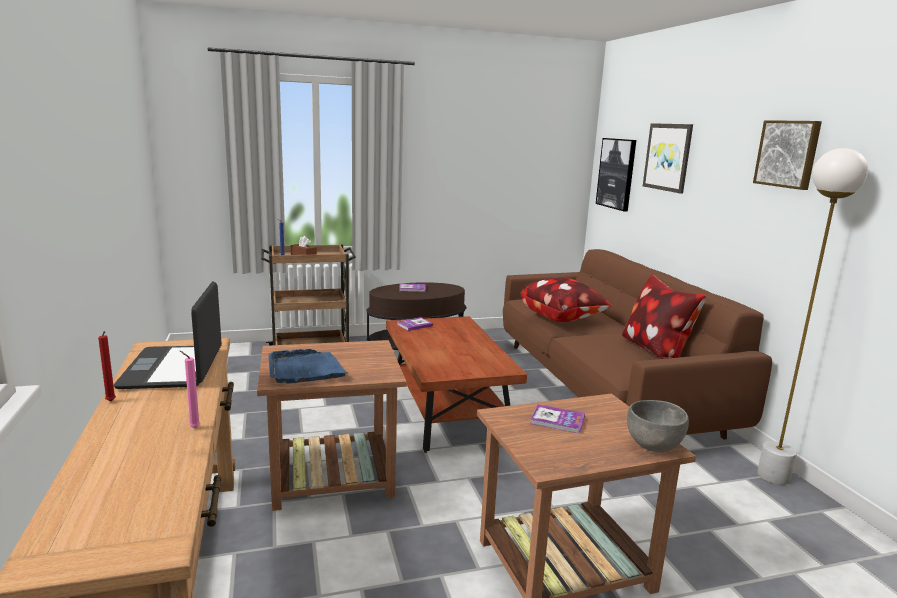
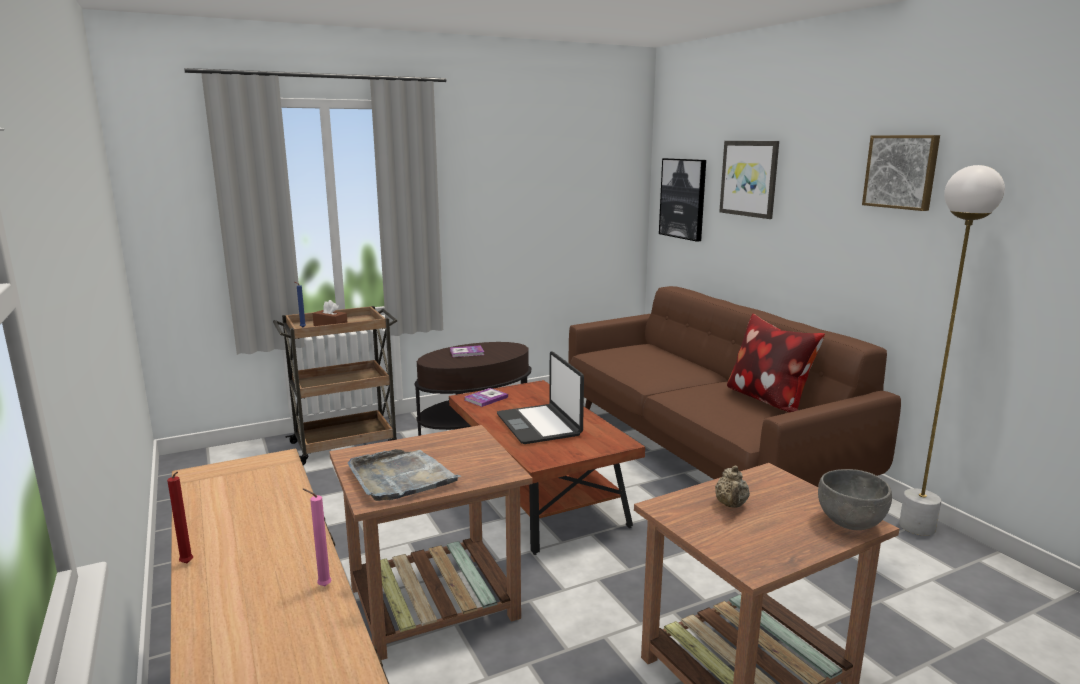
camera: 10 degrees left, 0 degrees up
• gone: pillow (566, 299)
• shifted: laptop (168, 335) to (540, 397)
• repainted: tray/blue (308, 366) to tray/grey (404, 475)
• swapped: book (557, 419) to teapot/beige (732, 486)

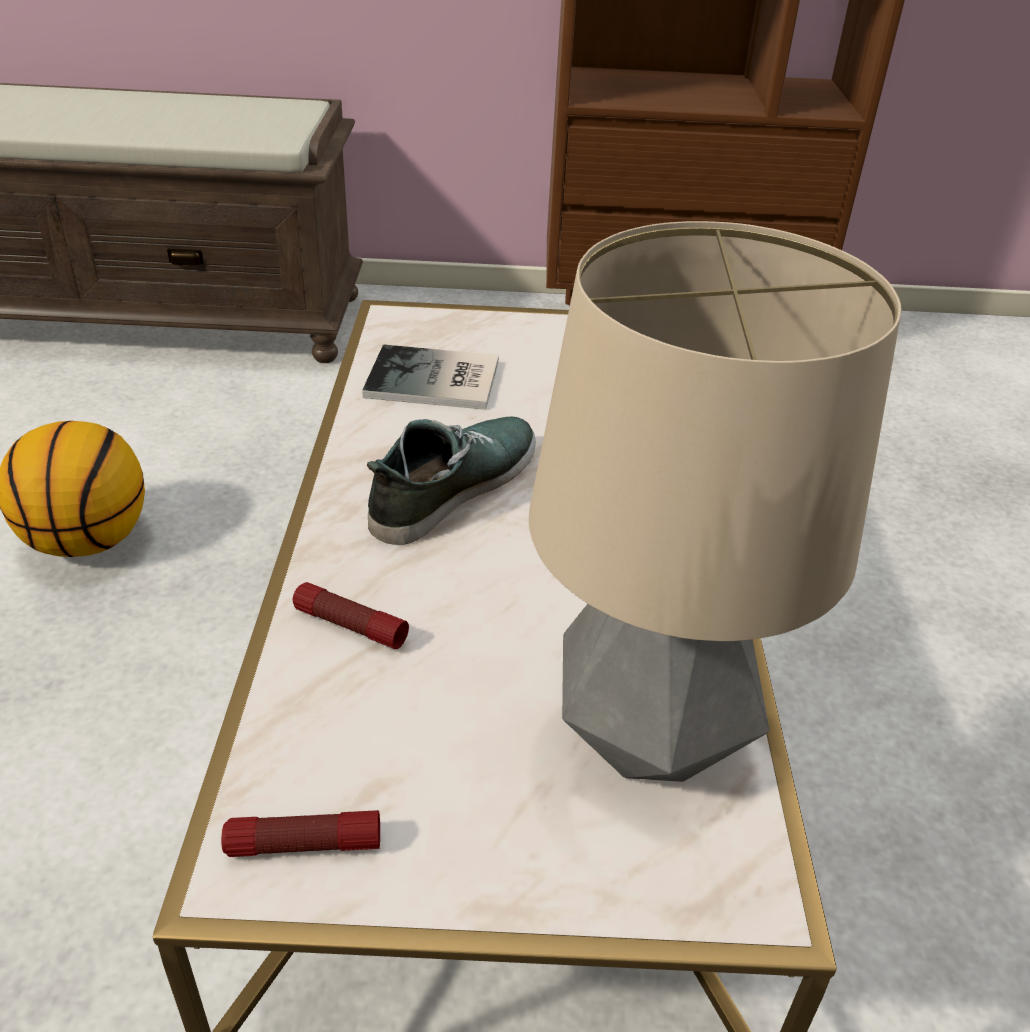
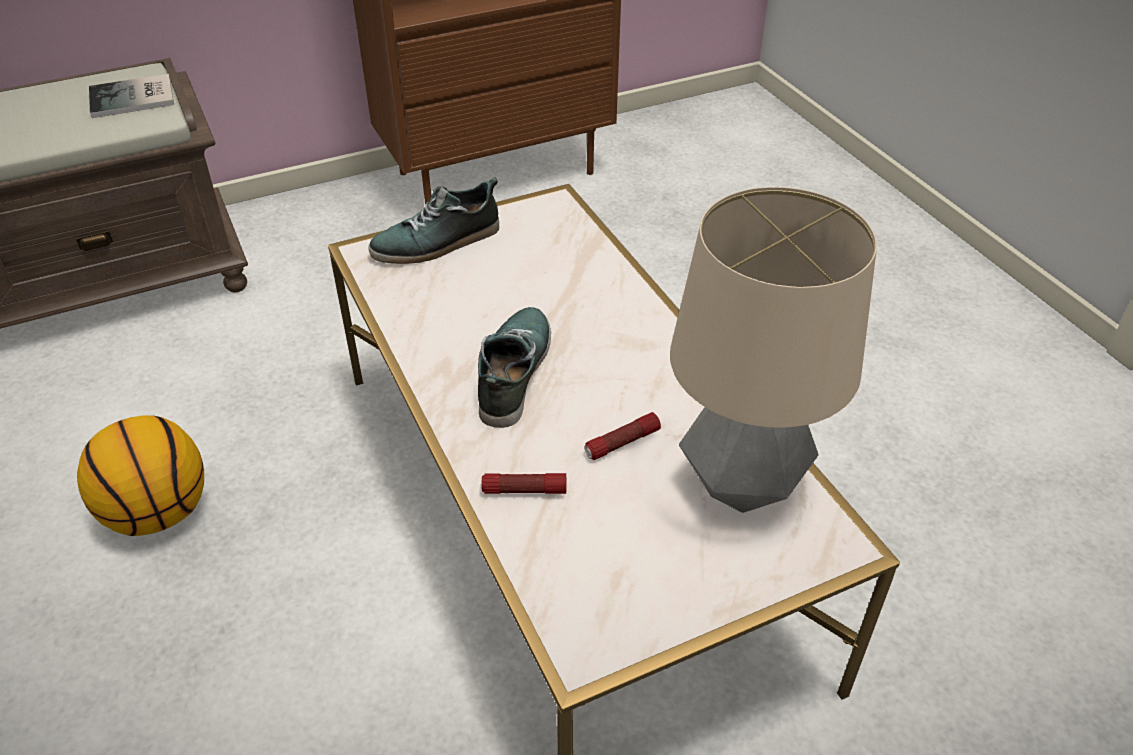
camera: 25 degrees left, 5 degrees up
• shifted: book (430, 377) to (131, 96)
• shifted: flashlight (300, 833) to (622, 436)
• new: shoe (433, 220)

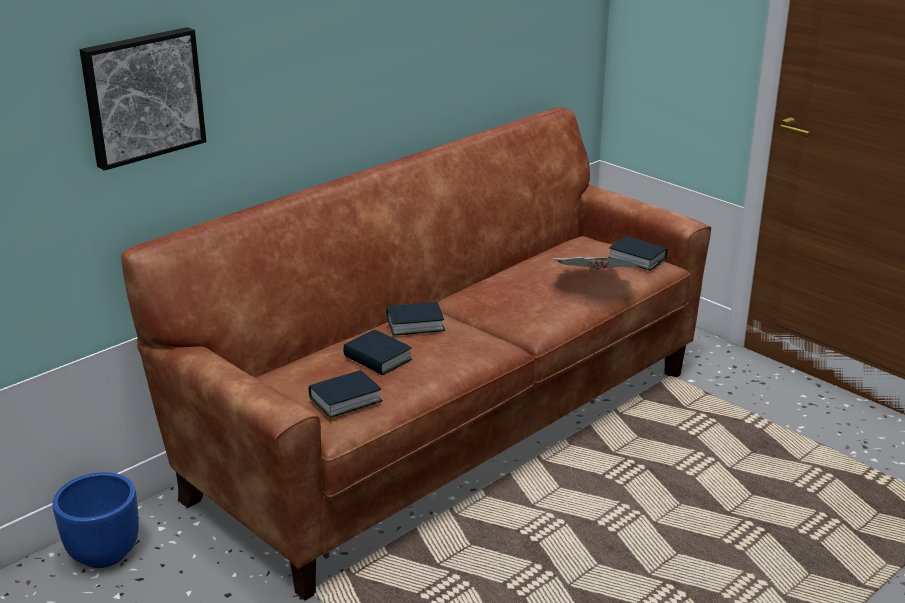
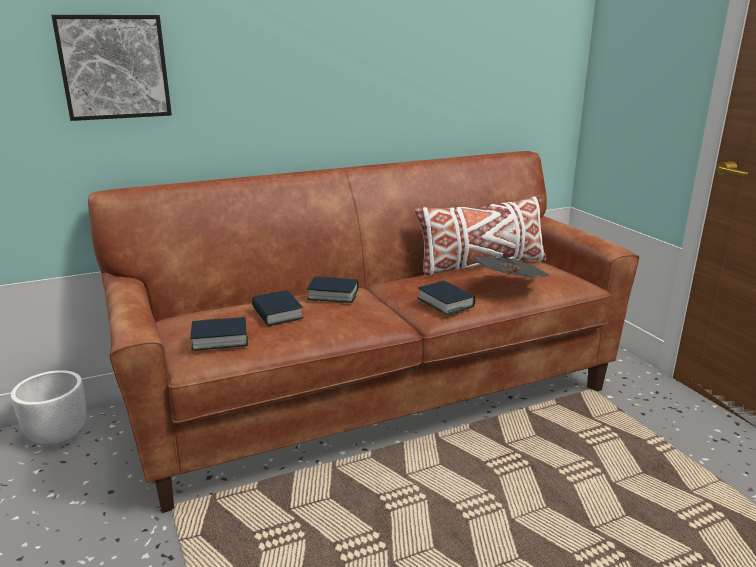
camera: 20 degrees right, 5 degrees down
• shifted: book (637, 253) to (446, 298)
• repainted: planter/blue (95, 520) to planter/white (48, 408)
• new: pillow/white (481, 235)

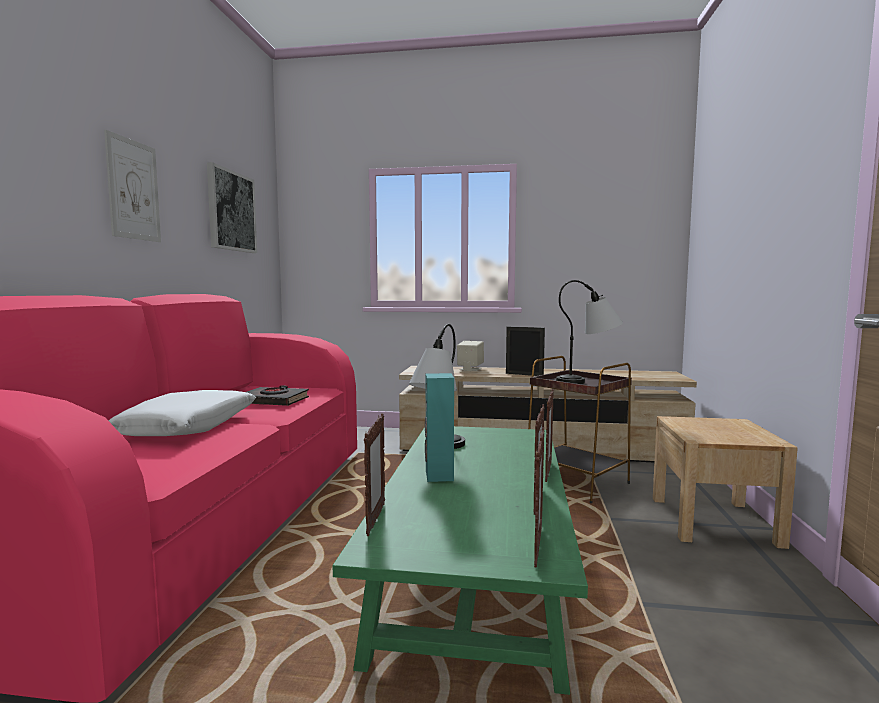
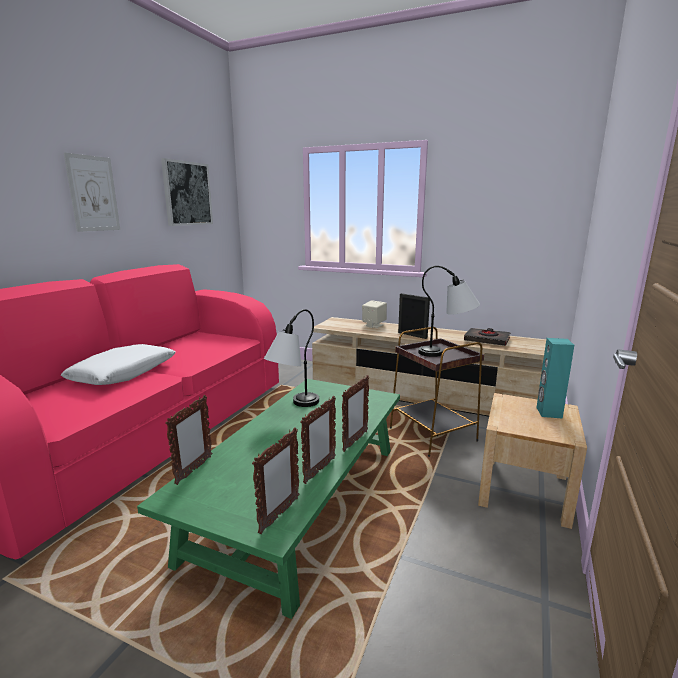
camera: 15 degrees right, 10 degrees up
• shifted: speaker/turquoise (439, 427) to (555, 378)
• shifted: book/black (278, 395) to (487, 337)

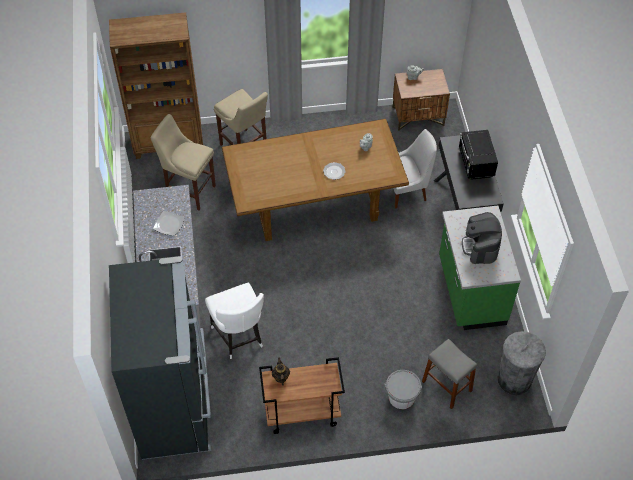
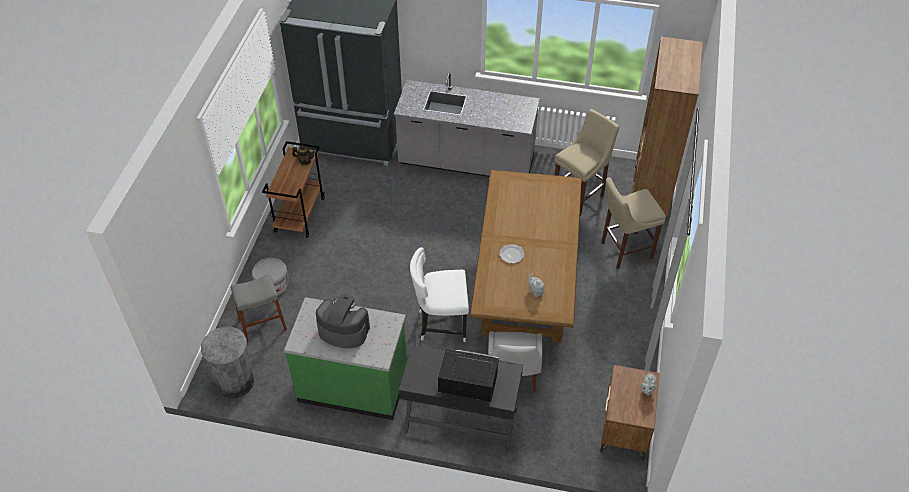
camera: 110 degrees right, 5 degrees down
• gone: plate (169, 223)
• shifted: chair/white (234, 321) to (439, 294)

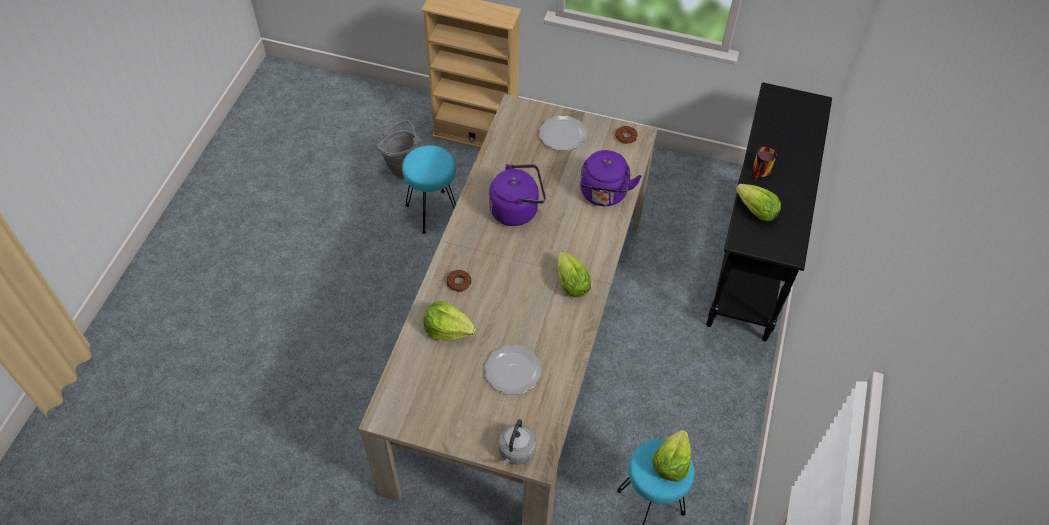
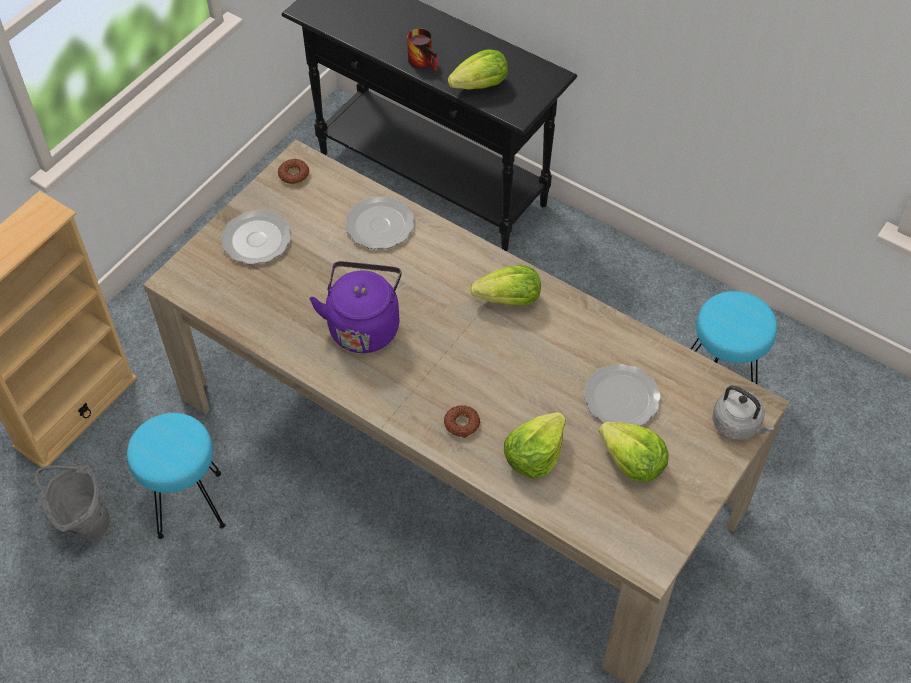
camera: 70 degrees left, 0 degrees up
• swapped: kettle/purple (611, 178) to plate (380, 222)
• shifted: lettuce (671, 456) to (634, 452)

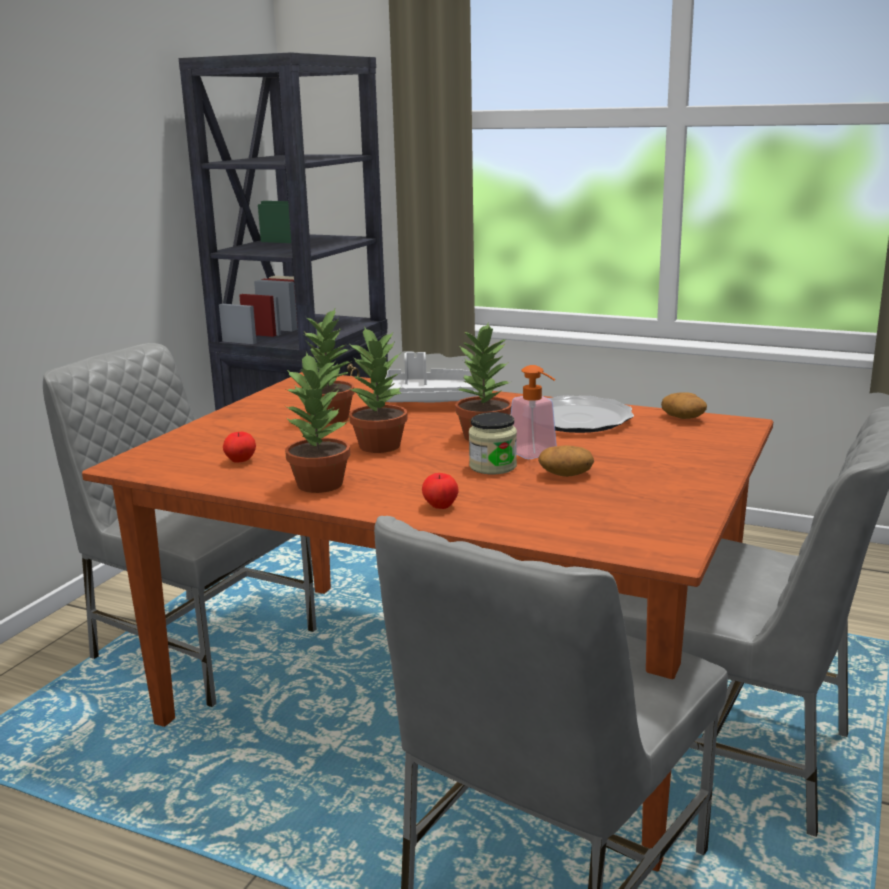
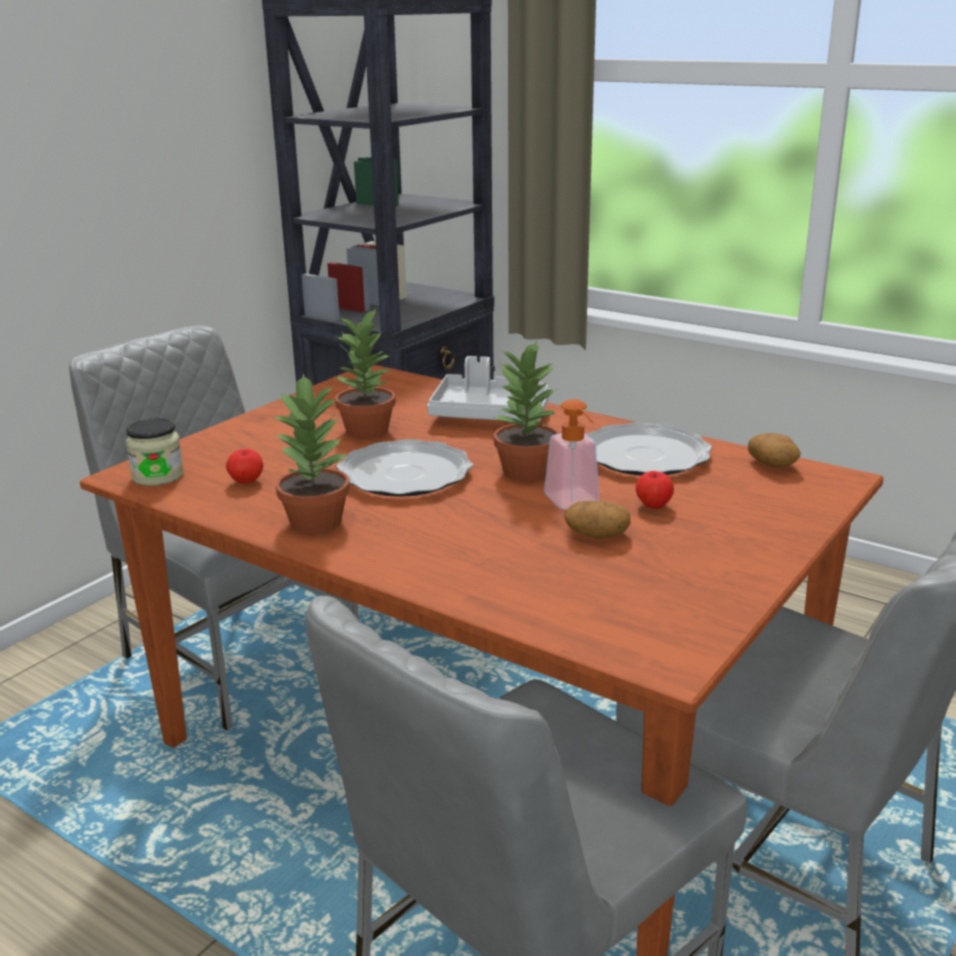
camera: 10 degrees right, 5 degrees up
• swapped: potted plant (378, 389) to plate (404, 468)
• shifted: jar (493, 443) to (155, 452)
• shifted: apple (440, 491) to (655, 490)

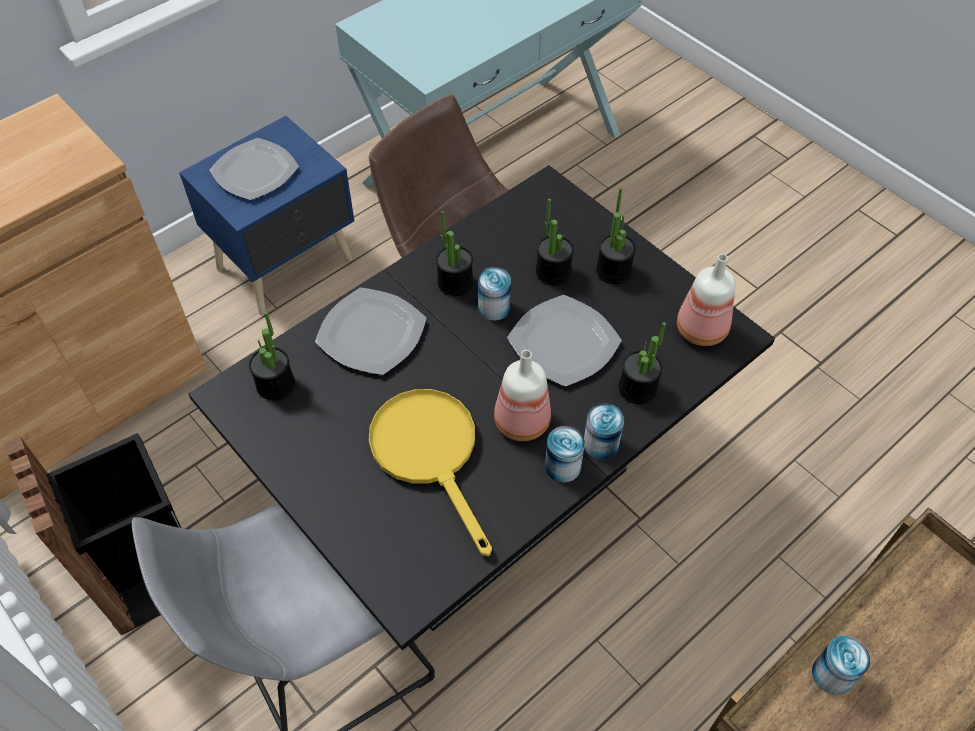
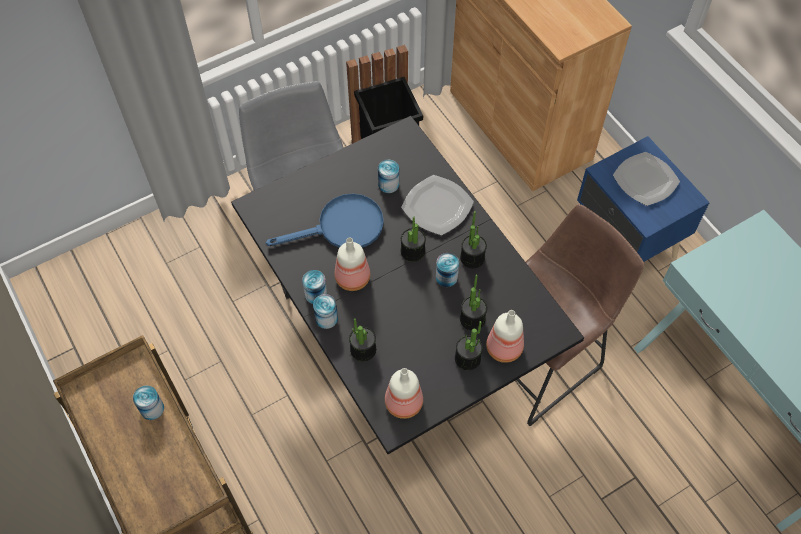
camera: 100 degrees right, 5 degrees up
• gone: plate (564, 341)
• shifted: potted plant (272, 356) to (413, 239)
• repainted: frying pan/yellow (430, 472) to frying pan/blue (325, 220)
• new: can (388, 176)
• new: bottle (505, 336)

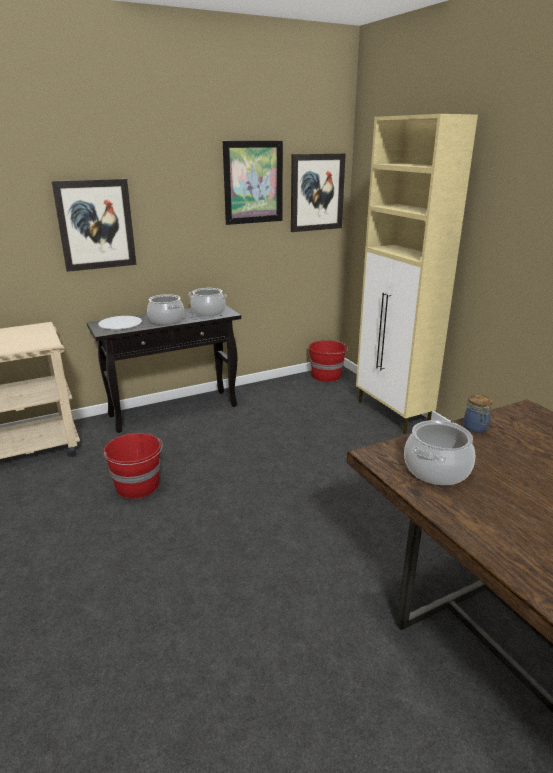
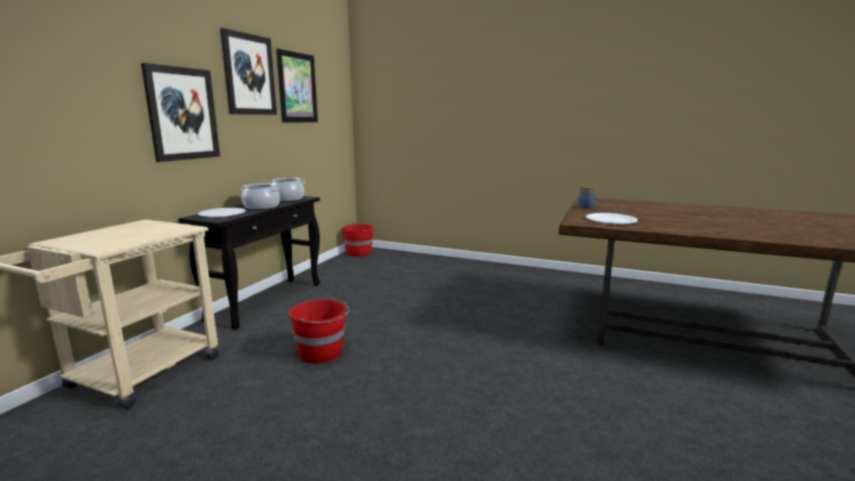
camera: 40 degrees left, 10 degrees down
• gone: cabinet/beige (417, 274)
• shifted: picture (318, 192) to (248, 71)
• swapped: cooking pot (439, 452) to plate/white (612, 218)

